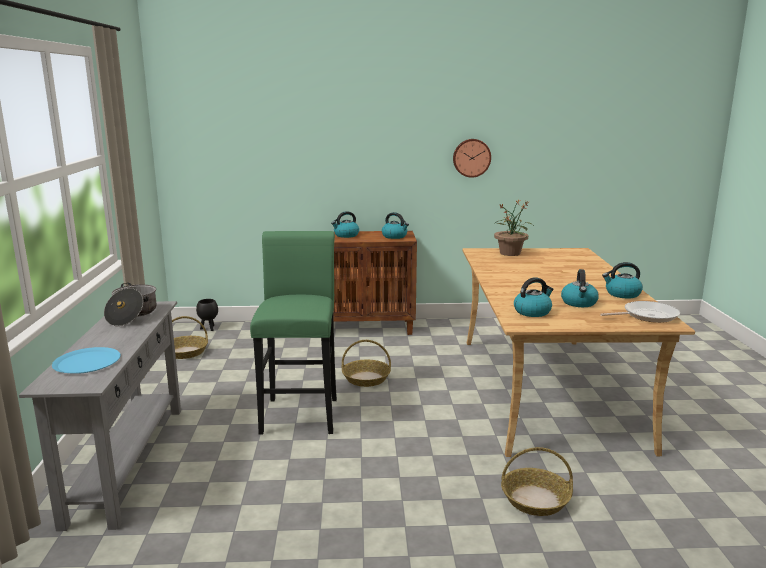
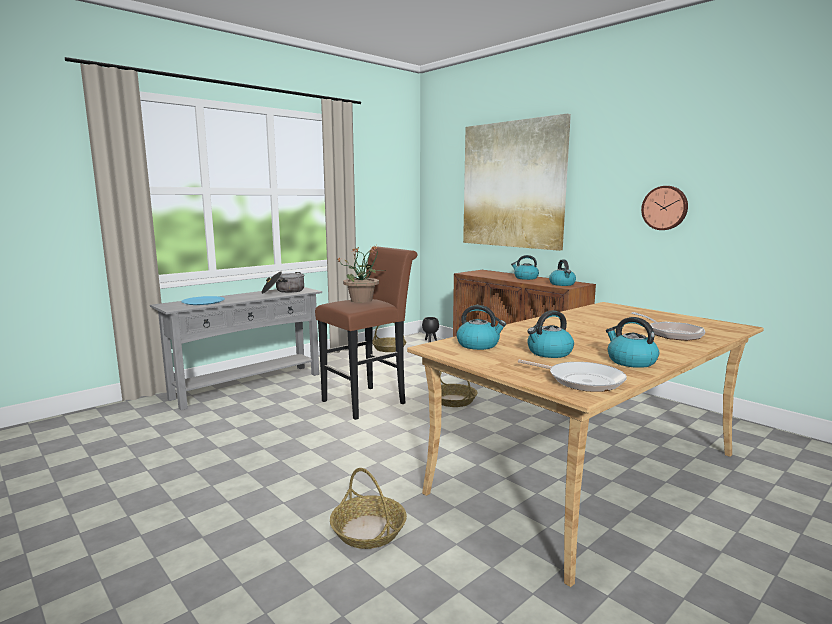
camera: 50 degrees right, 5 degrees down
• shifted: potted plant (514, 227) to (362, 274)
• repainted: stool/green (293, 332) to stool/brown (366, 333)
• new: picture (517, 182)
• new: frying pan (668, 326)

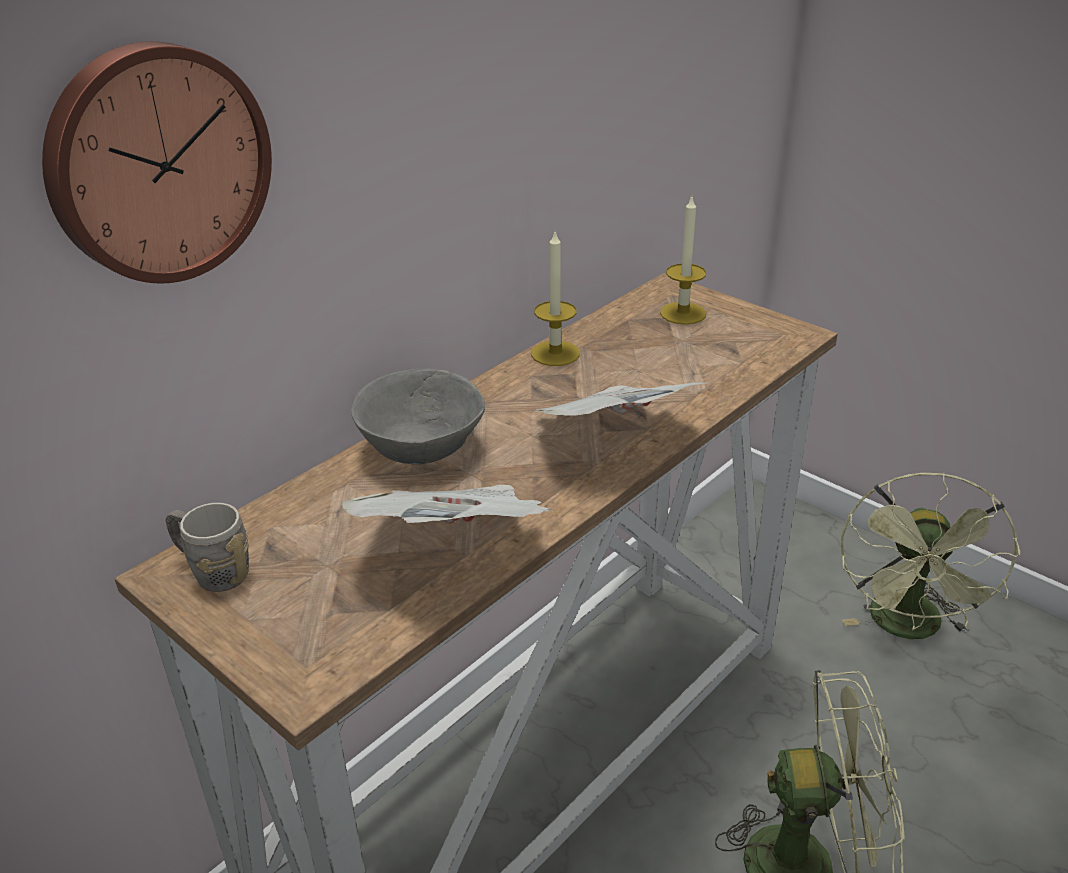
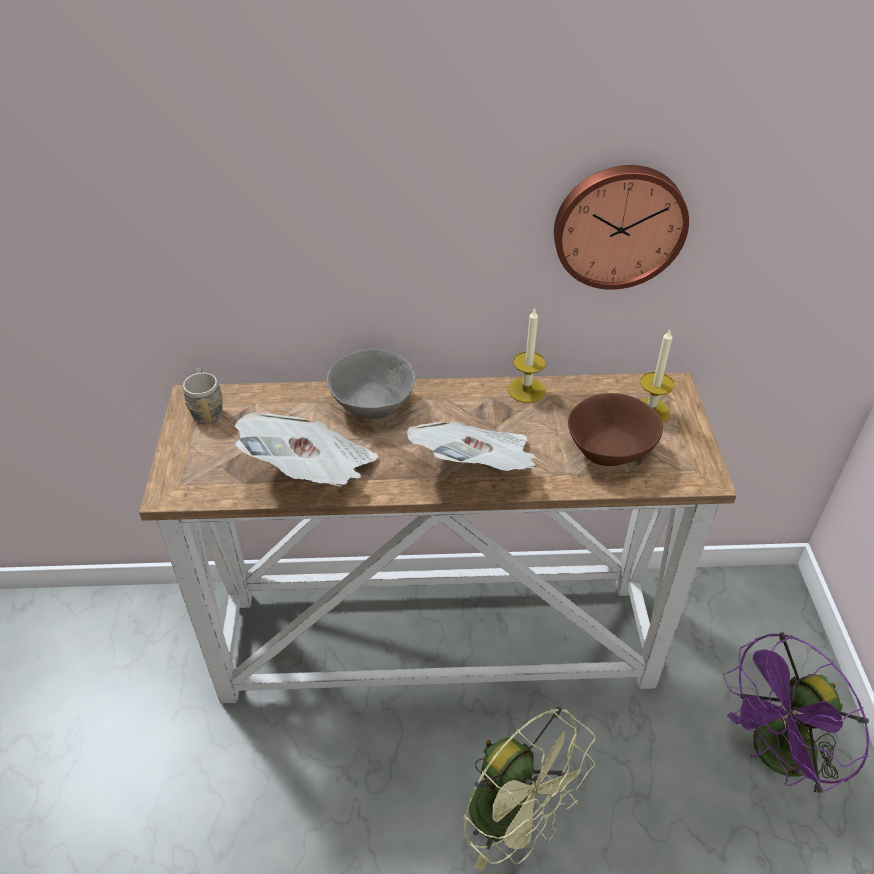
camera: 45 degrees right, 10 degrees up
• shifted: wall clock (157, 162) to (621, 227)
• repainted: fan/green (930, 556) to fan/purple (796, 714)
• new: bowl/brown (615, 429)

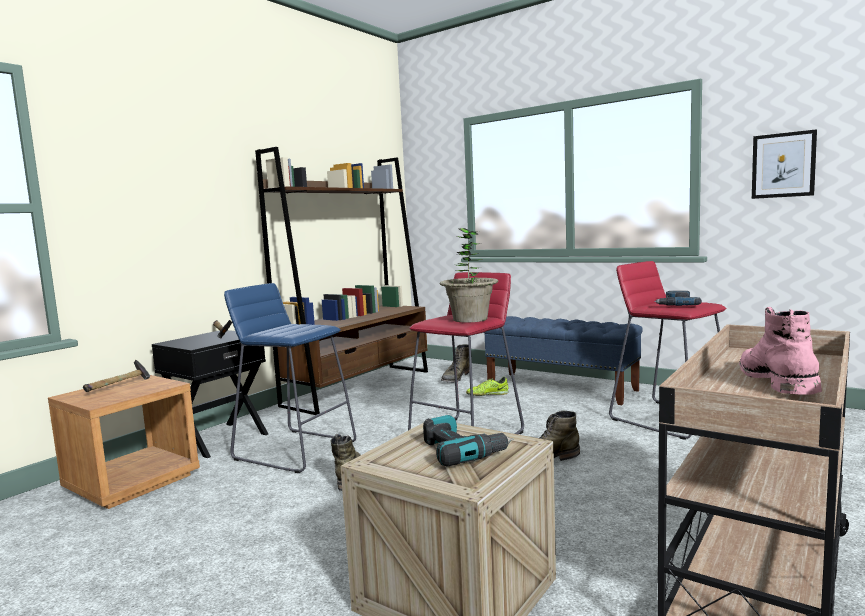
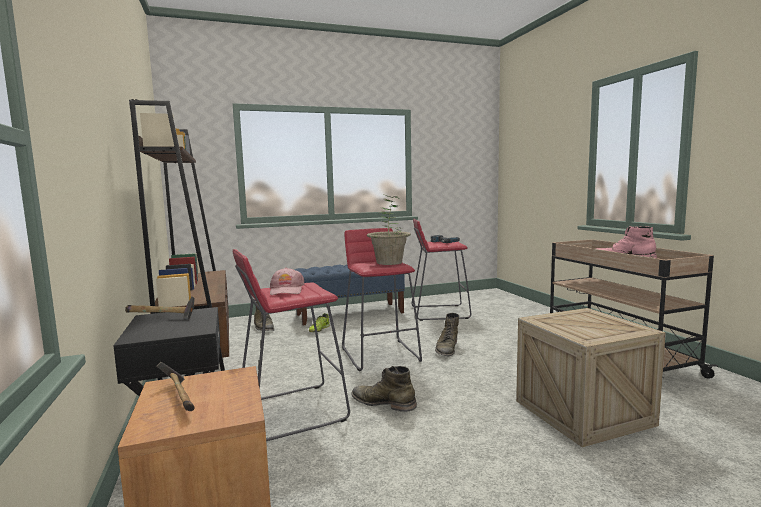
camera: 55 degrees left, 0 degrees up
• gone: picture (784, 164)
• repainted: stool/blue (290, 378) to stool/red (291, 345)
• gone: power drill (468, 441)
• new: cap/pink (287, 281)

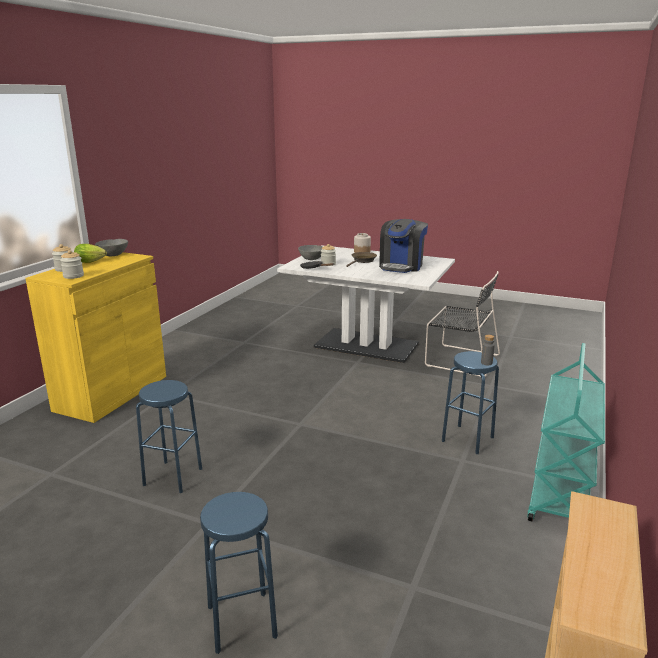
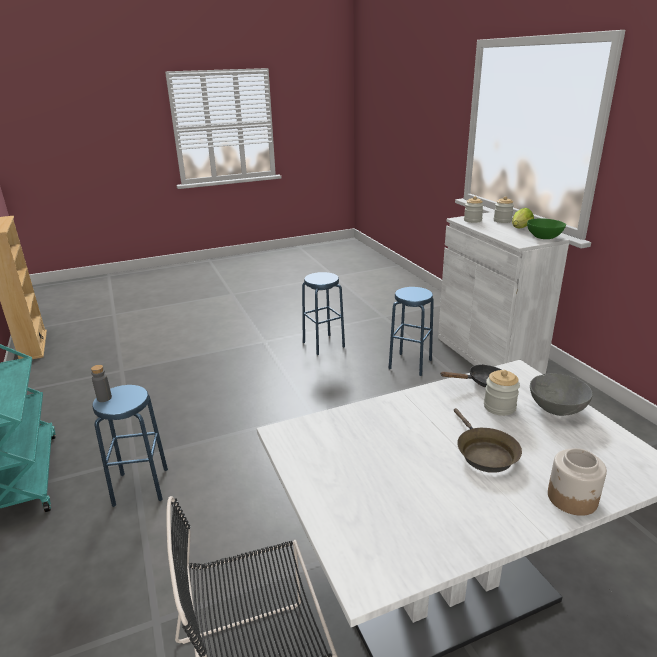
camera: 135 degrees right, 5 degrees up
• gone: coffee machine (403, 246)
• repainted: bowl/grey (111, 247) to bowl/green (546, 228)
• repainted: cabinet/yellow (95, 337) to cabinet/white (504, 293)
• shifted: stool/blue (239, 573) to (411, 331)

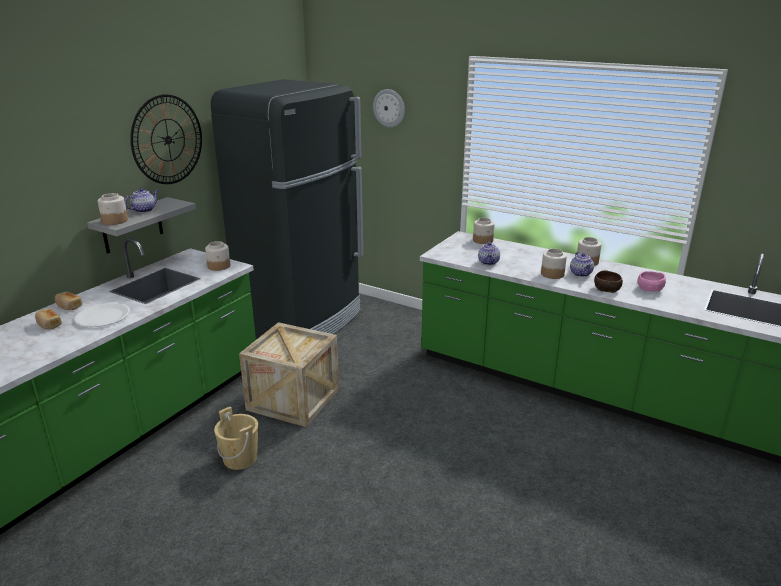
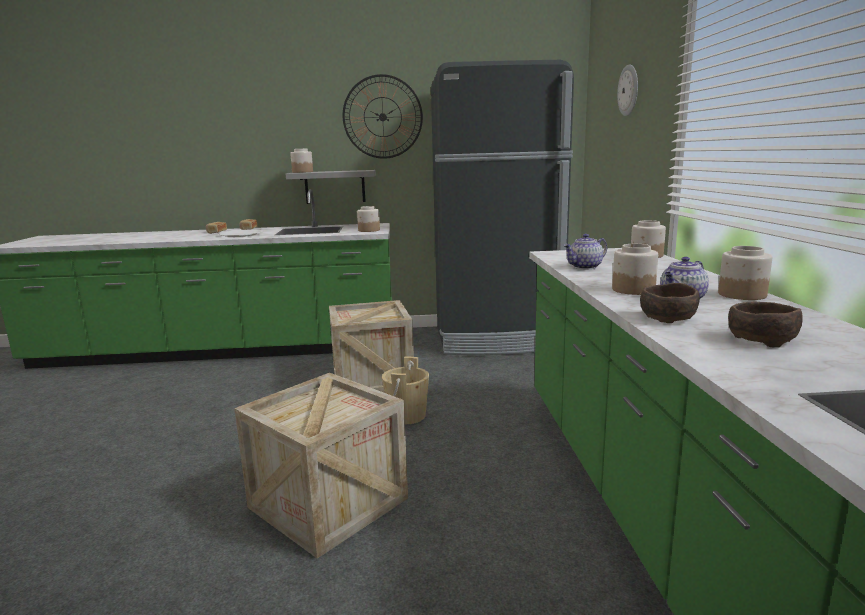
camera: 55 degrees right, 10 degrees down
• gone: teapot (141, 200)
• repainted: bowl/pink (652, 281) to bowl/brown (765, 325)
• shifted: bucket/beige (236, 438) to (405, 390)
• new: crate (321, 465)

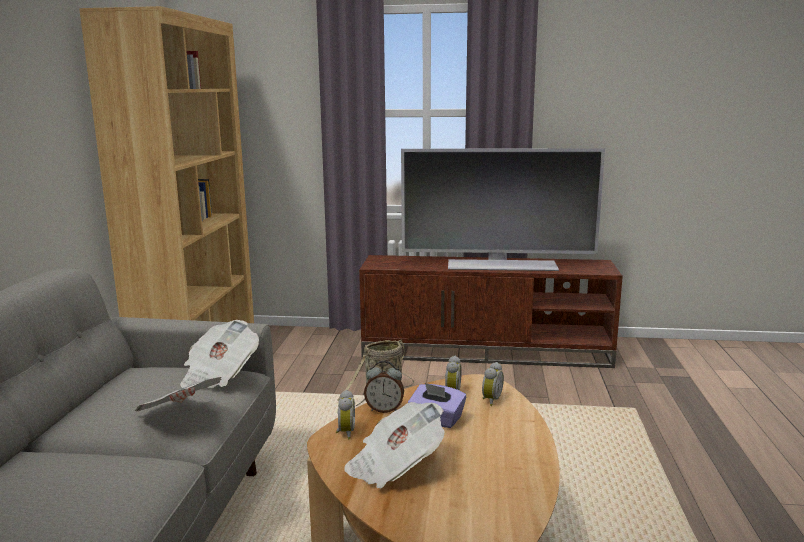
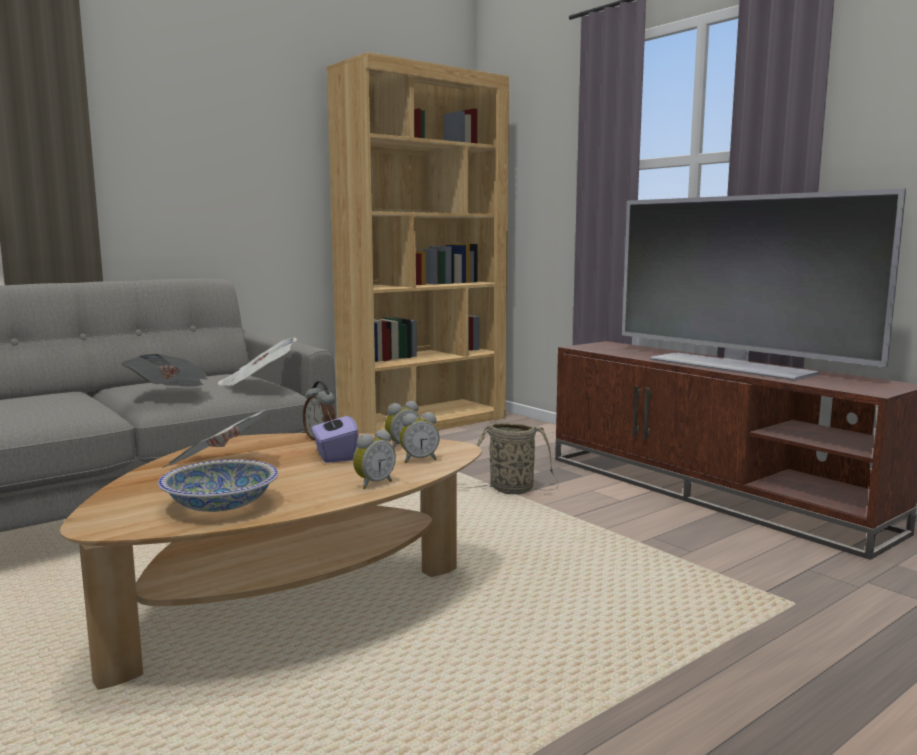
camera: 45 degrees right, 5 degrees down
• shifted: alarm clock (345, 414) to (374, 459)
• new: bowl (218, 485)

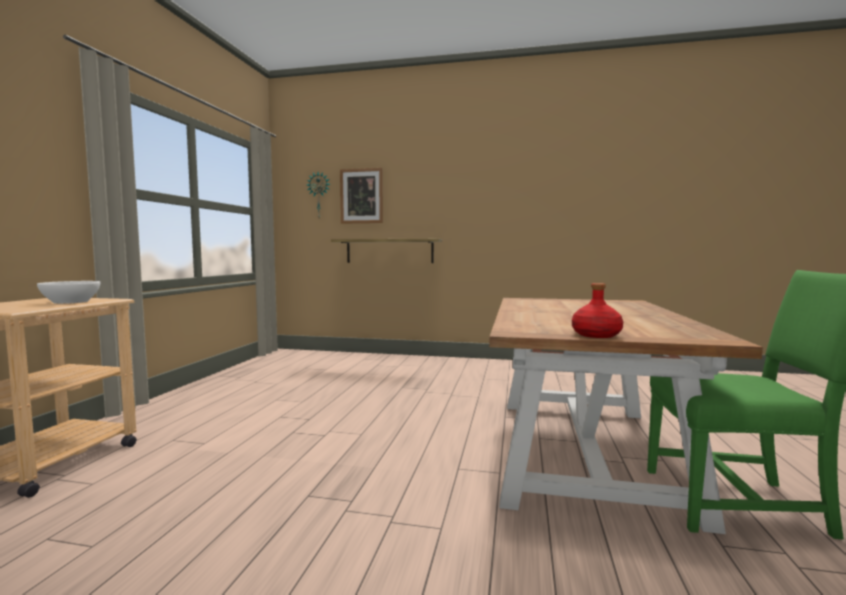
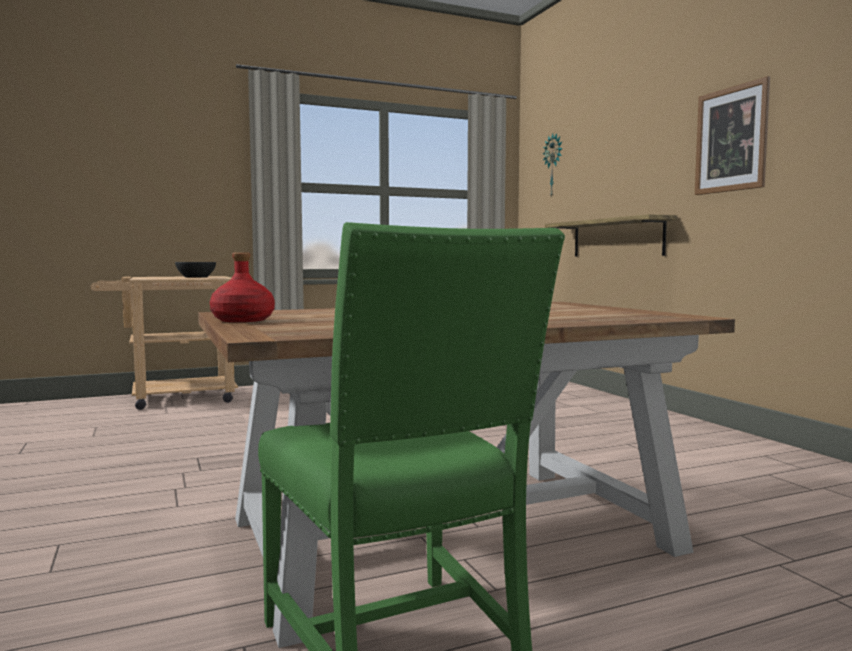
camera: 55 degrees right, 0 degrees up
• shifted: picture (361, 196) to (732, 135)
• repainted: bowl/white (68, 292) to bowl/black (195, 270)

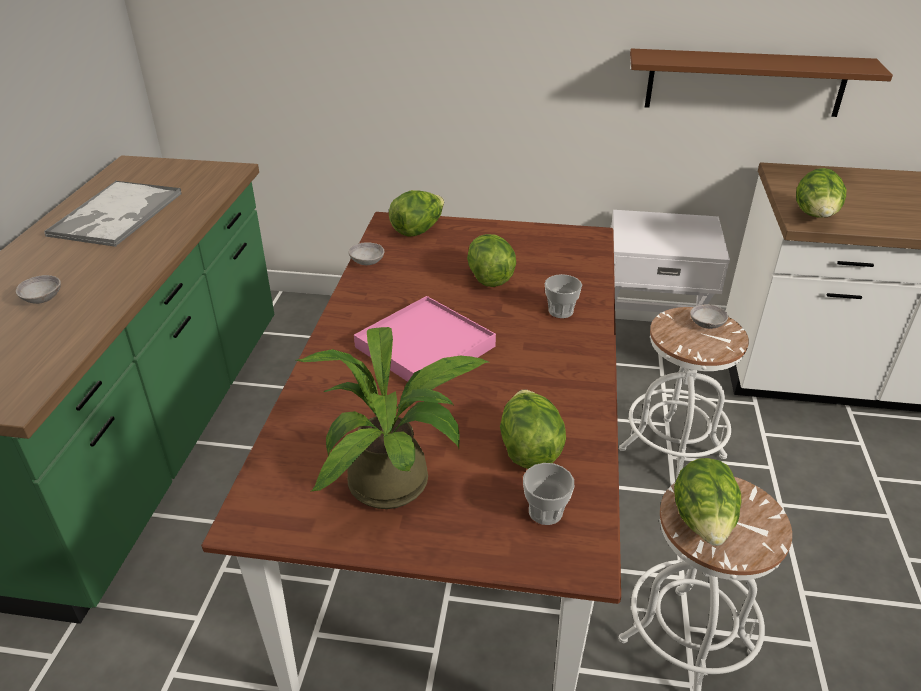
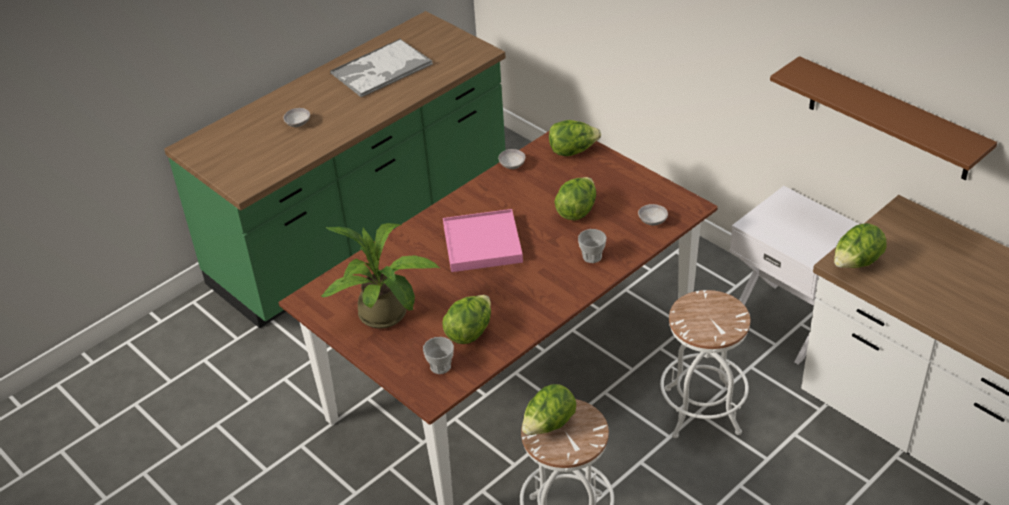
camera: 40 degrees right, 5 degrees up
• shifted: bowl/grey (709, 316) to (653, 215)

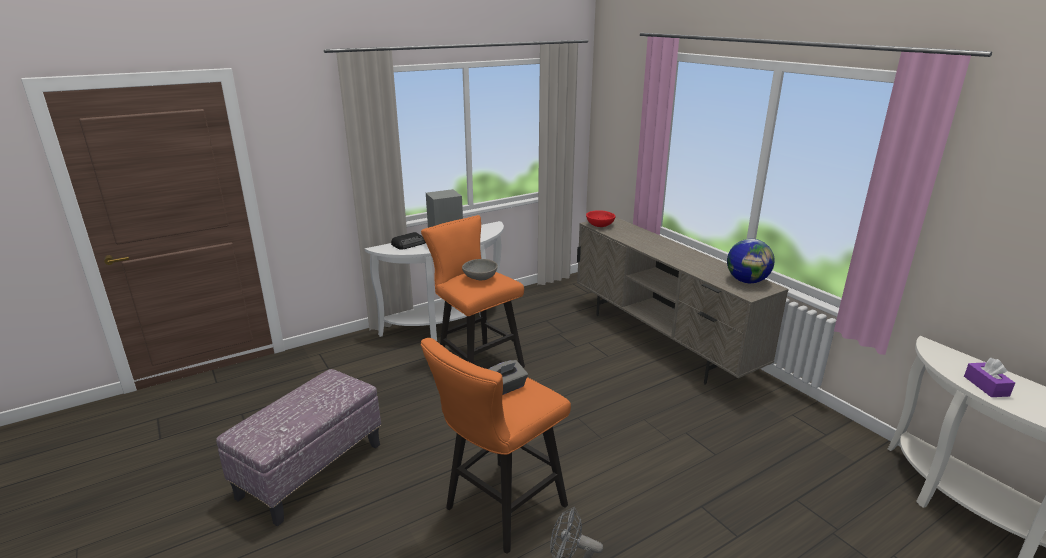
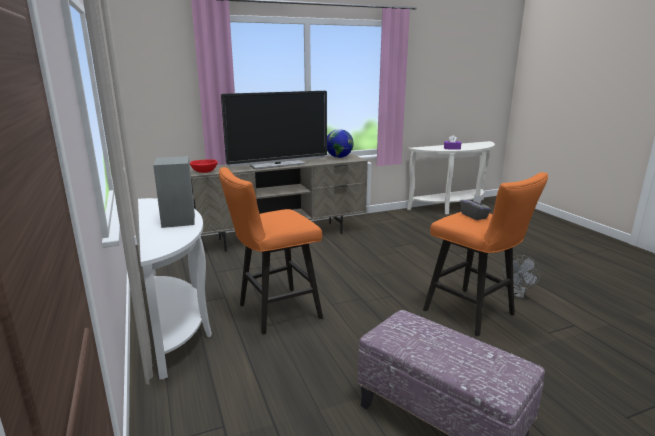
camera: 80 degrees left, 5 degrees down
• gone: radio (408, 241)
• gone: bowl/grey (480, 269)
• new: television (274, 130)

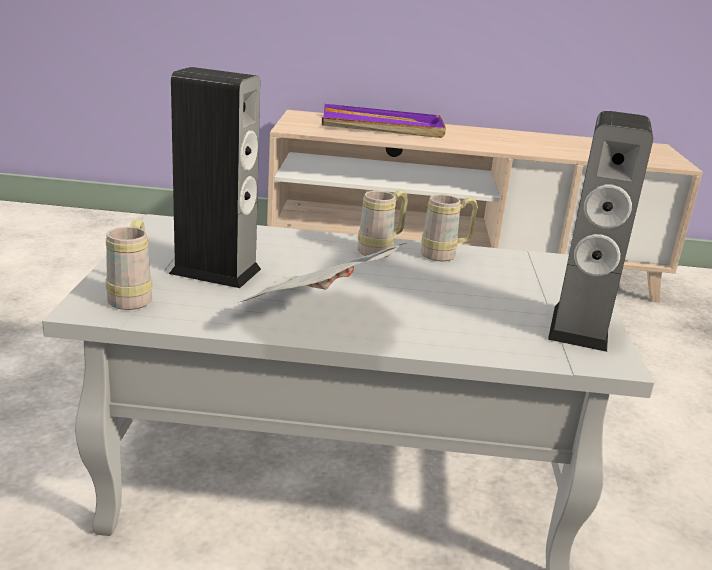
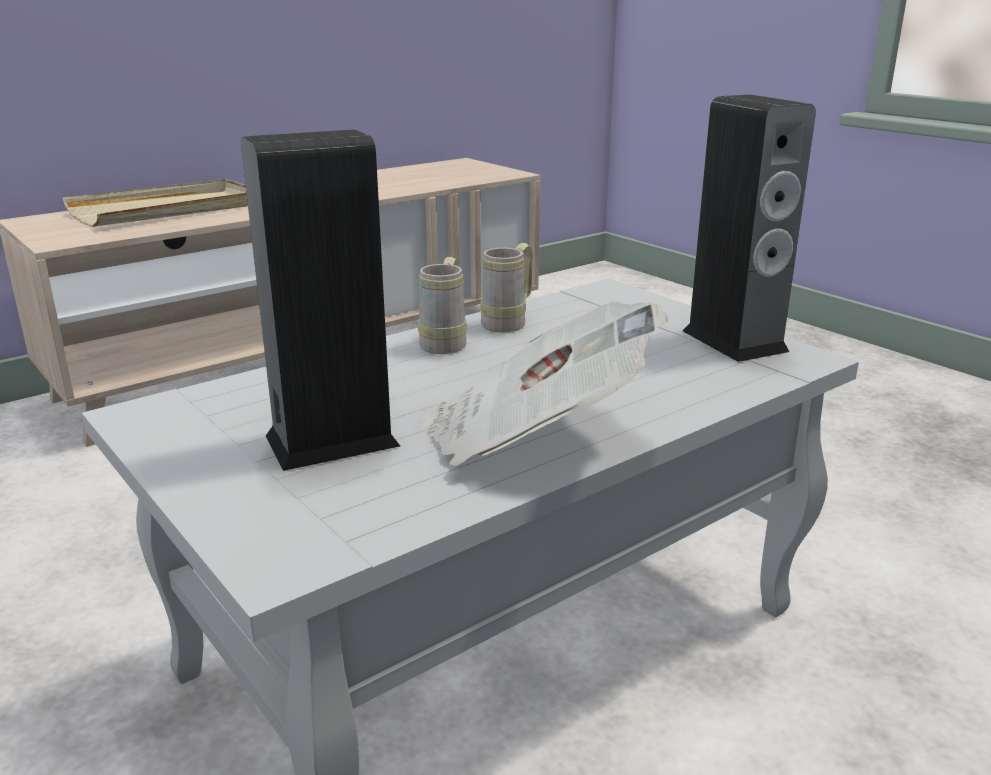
camera: 40 degrees left, 0 degrees up
• repainted: tray/purple (384, 121) to tray/beige (155, 203)
• gone: mug/beige (129, 264)

